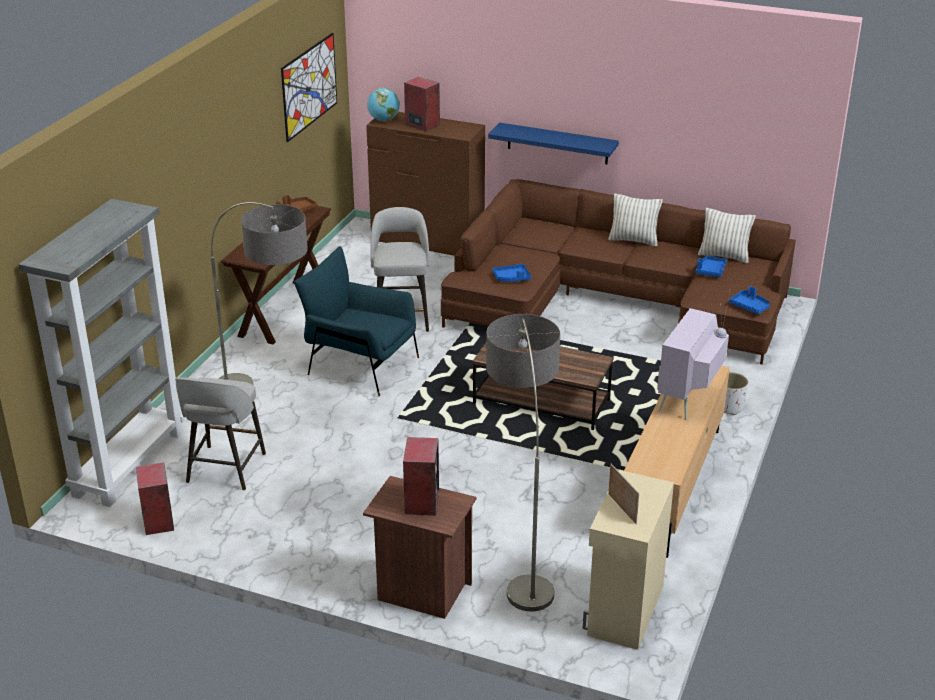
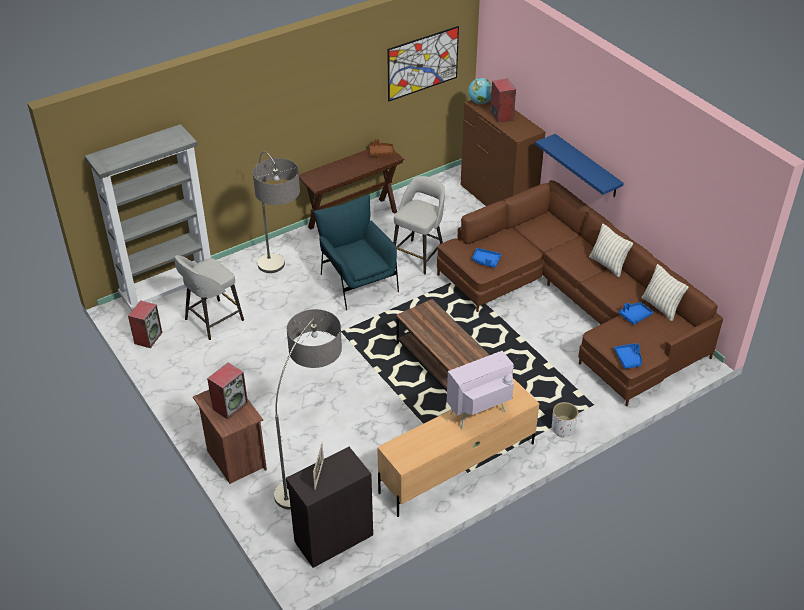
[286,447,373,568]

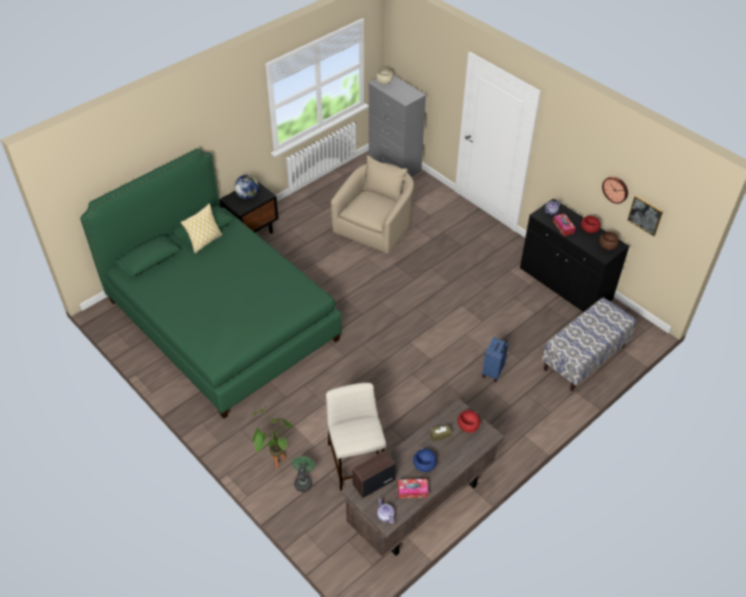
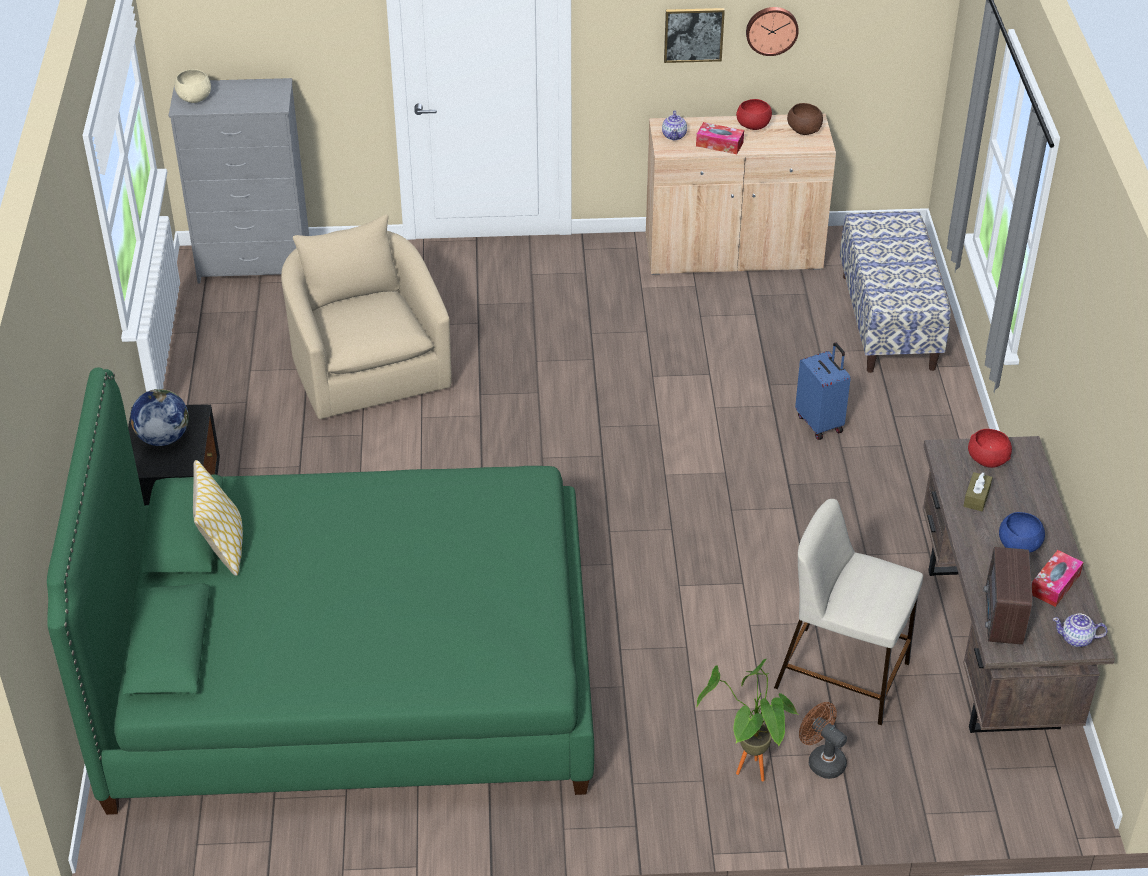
[664,8,725,63]
[799,702,847,779]
[646,113,836,275]

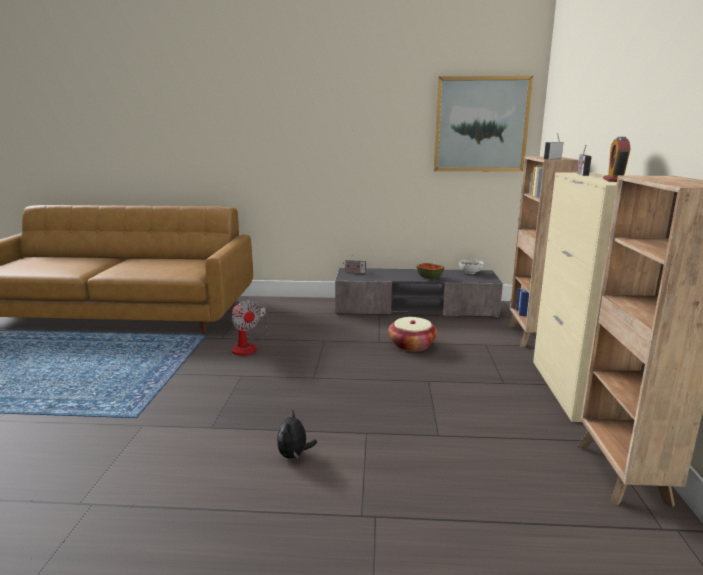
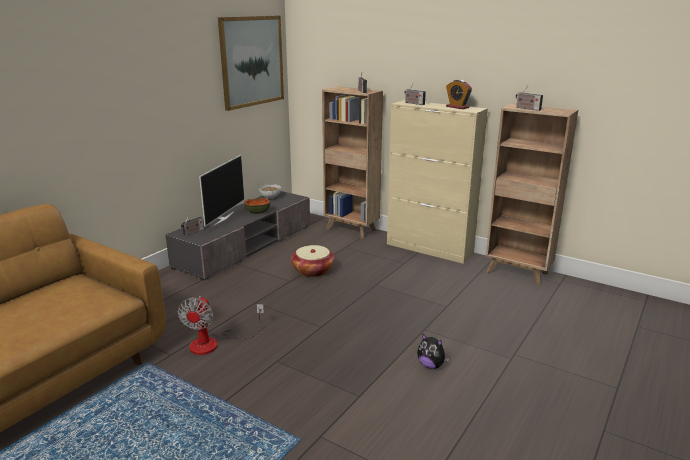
[199,155,245,227]
[516,85,543,111]
[178,296,264,355]

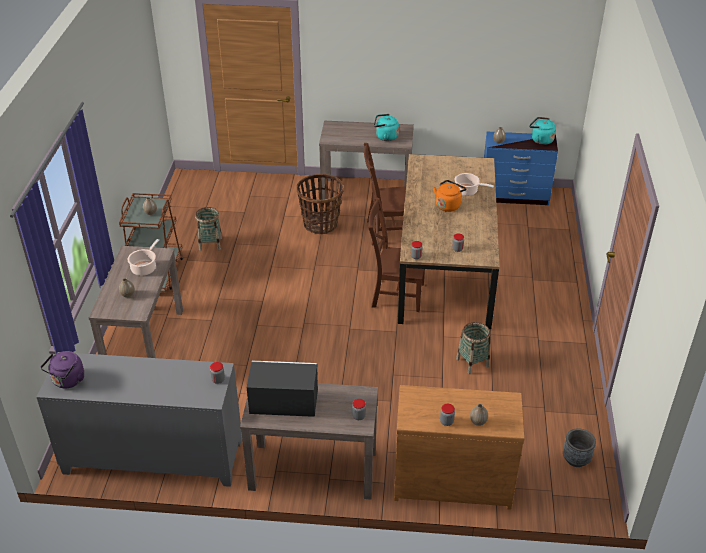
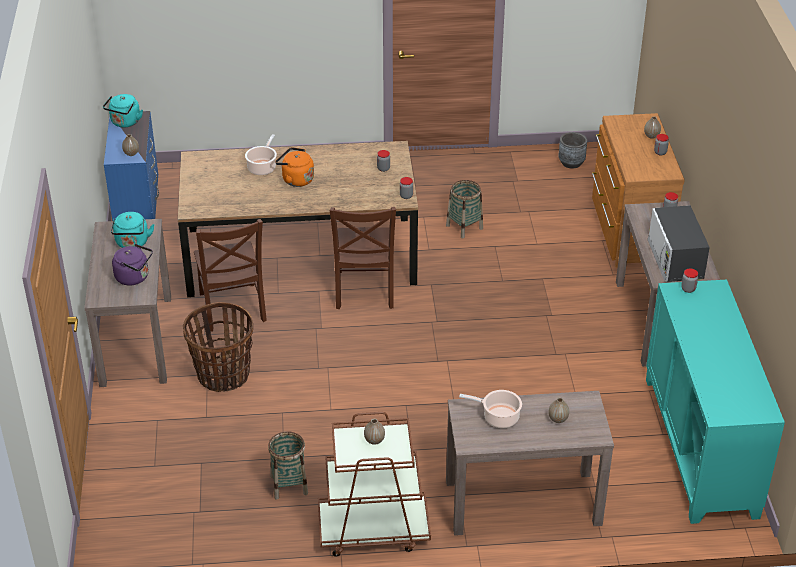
[112,244,153,286]
[646,280,785,524]

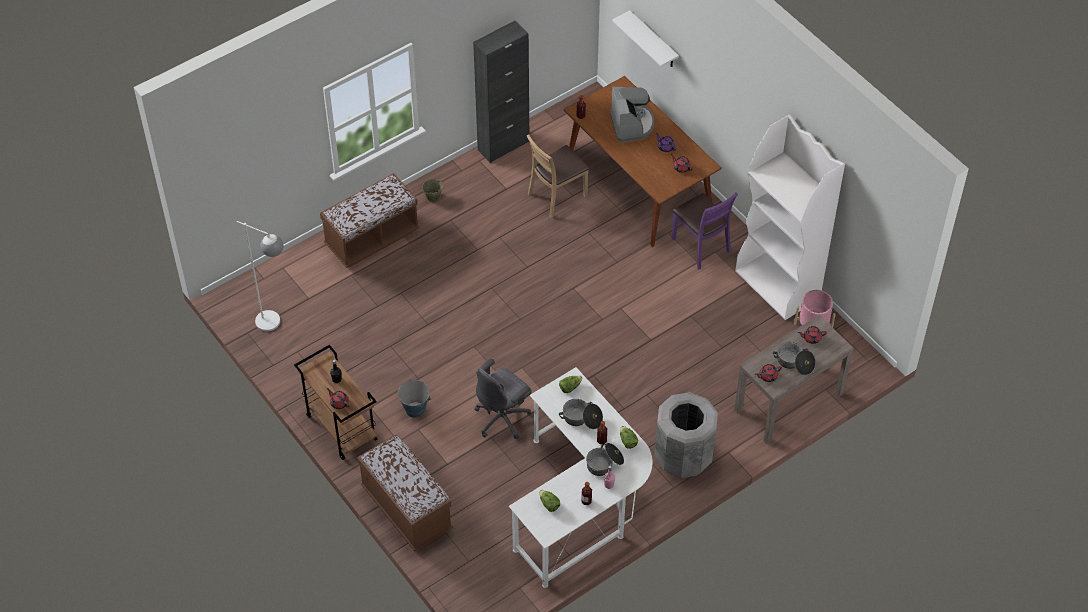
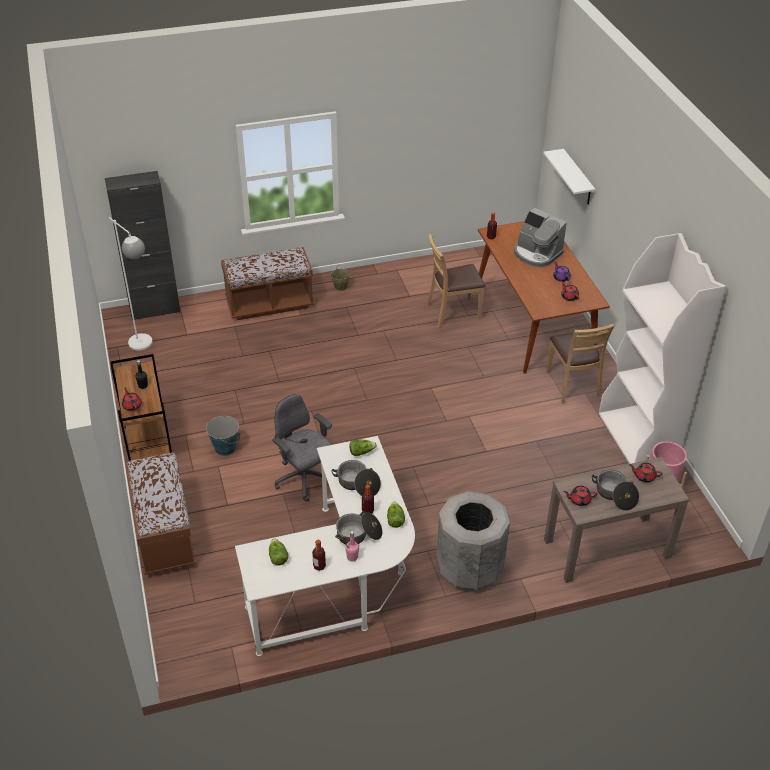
[105,171,180,321]
[546,324,615,404]
[272,394,332,502]
[514,208,567,267]

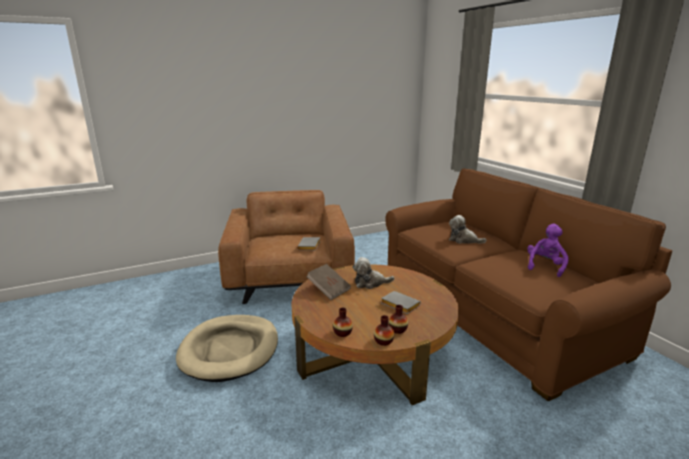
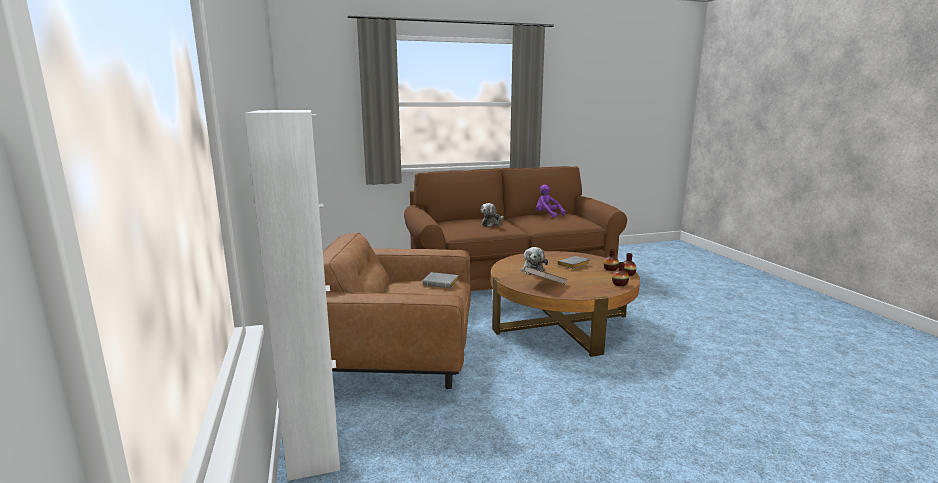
[176,315,278,382] (first image)
[245,110,340,481]

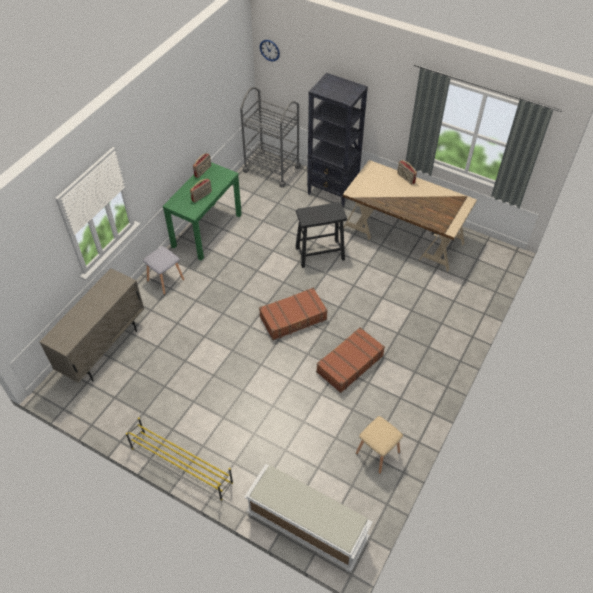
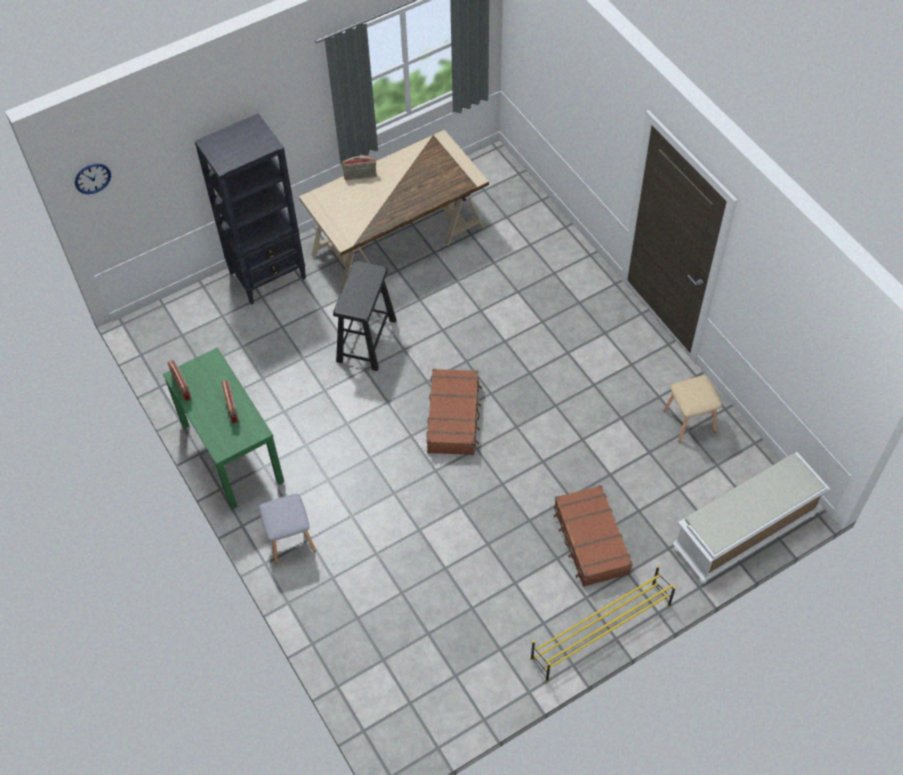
[40,268,144,383] (first image)
[240,87,301,188] (first image)
[553,485,633,587]

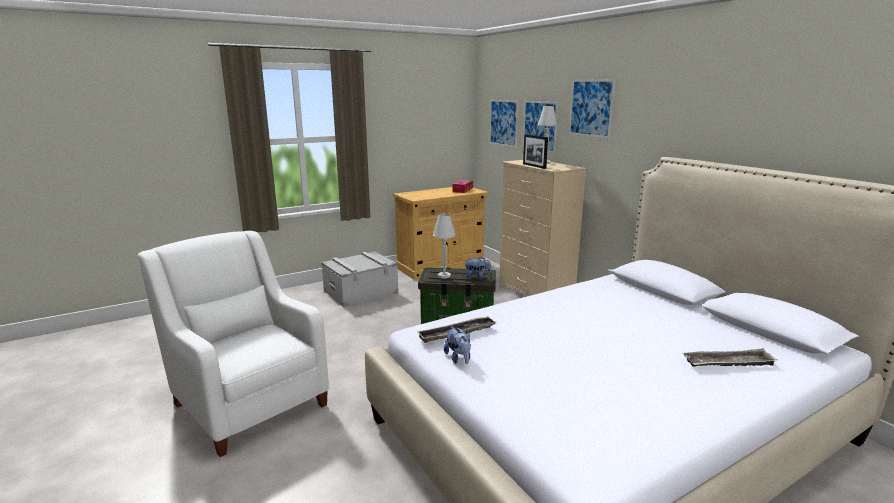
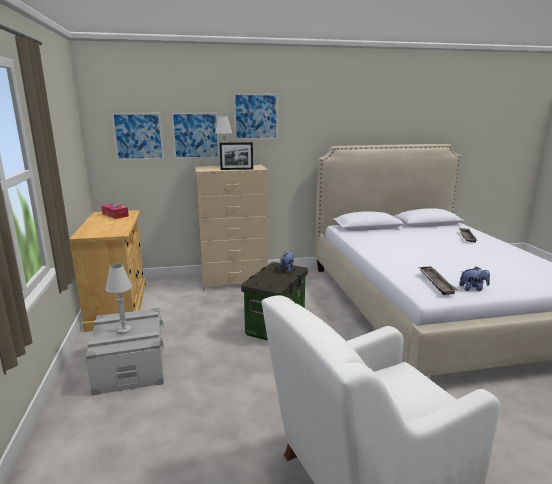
[106,264,132,334]

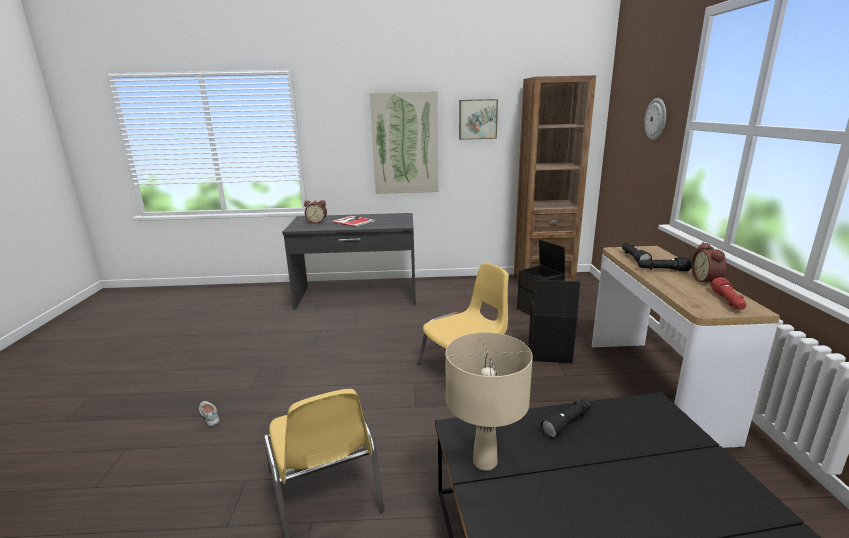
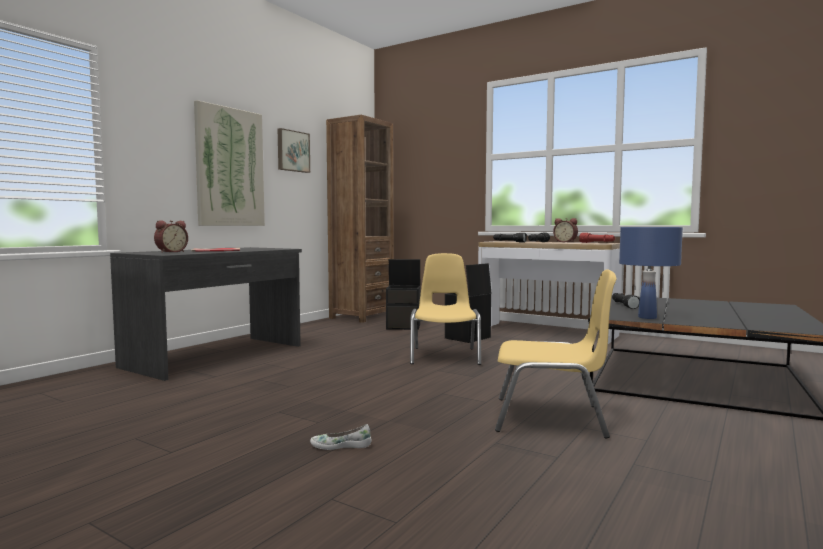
[644,98,666,140] (first image)
[619,227,683,319]

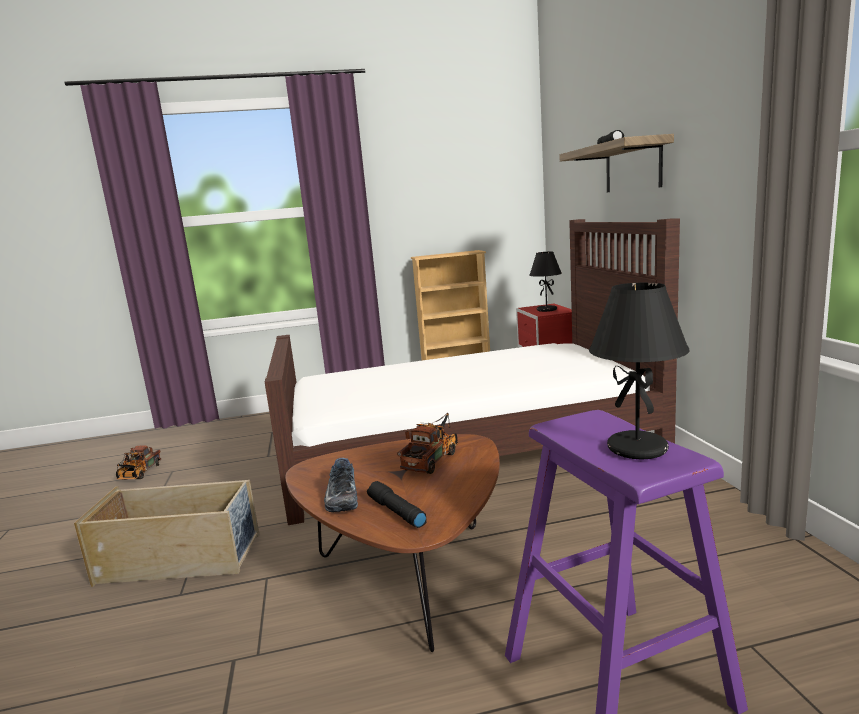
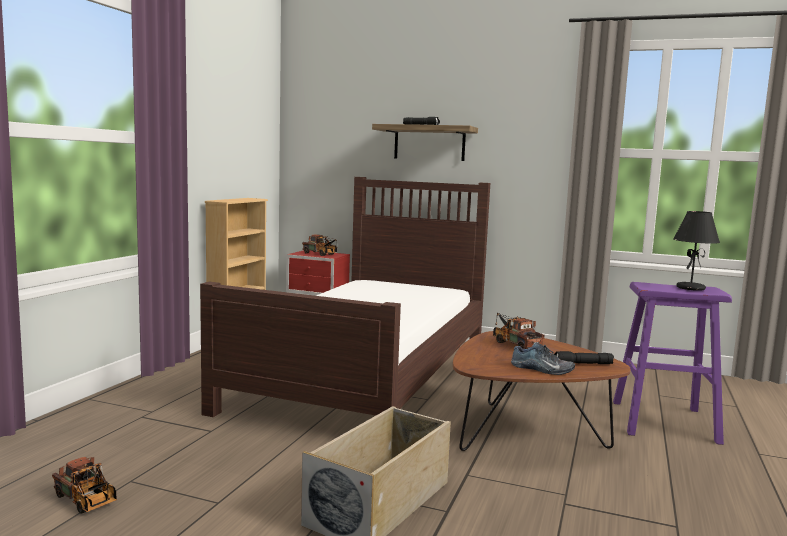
[302,234,337,256]

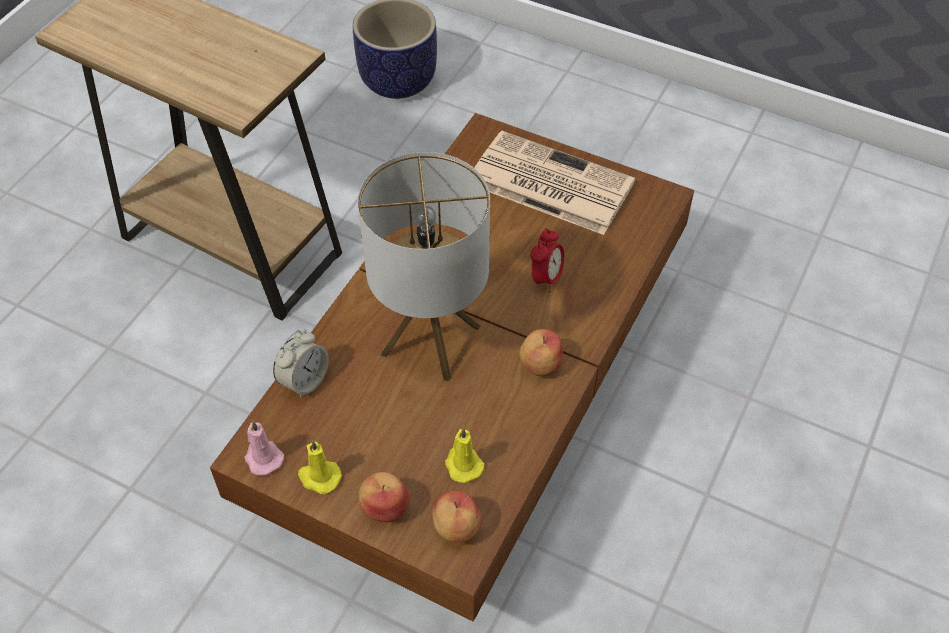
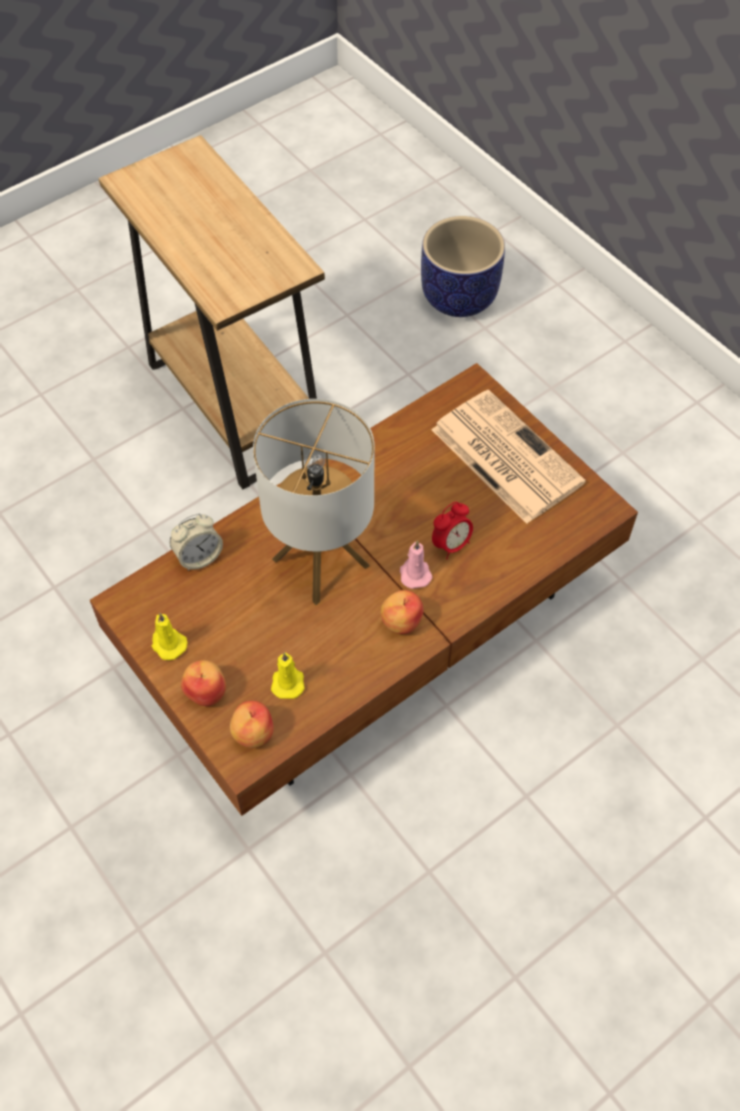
[400,540,432,589]

